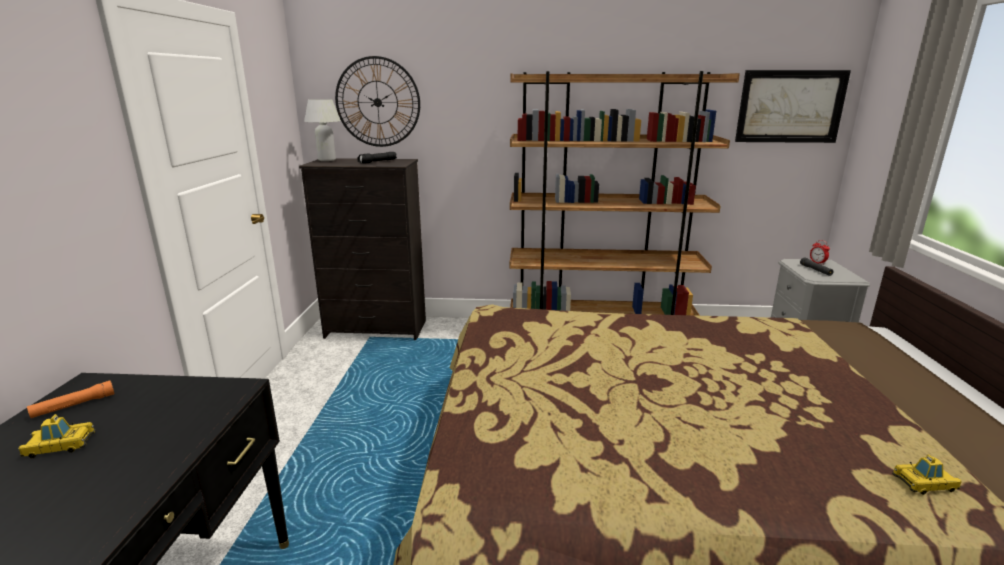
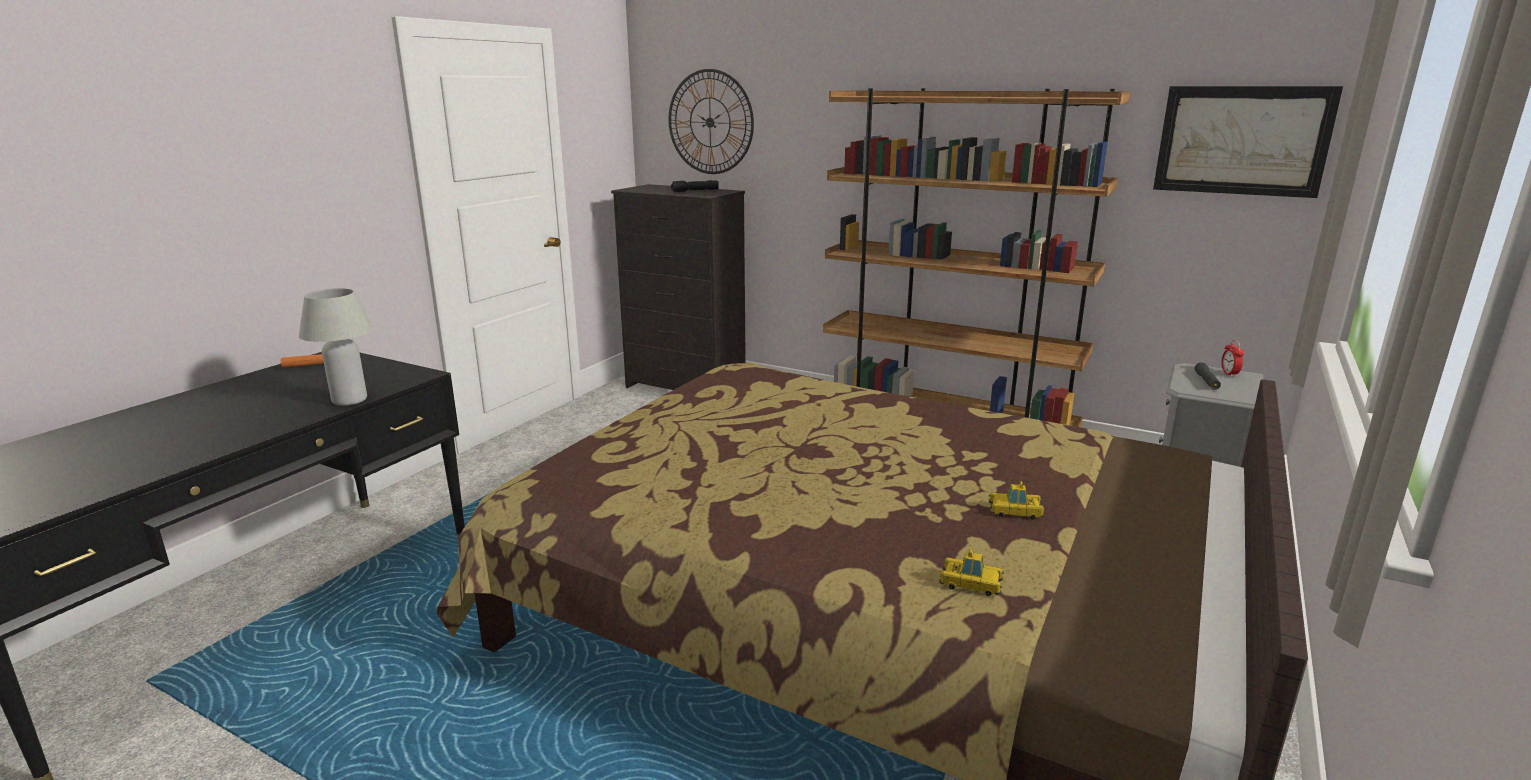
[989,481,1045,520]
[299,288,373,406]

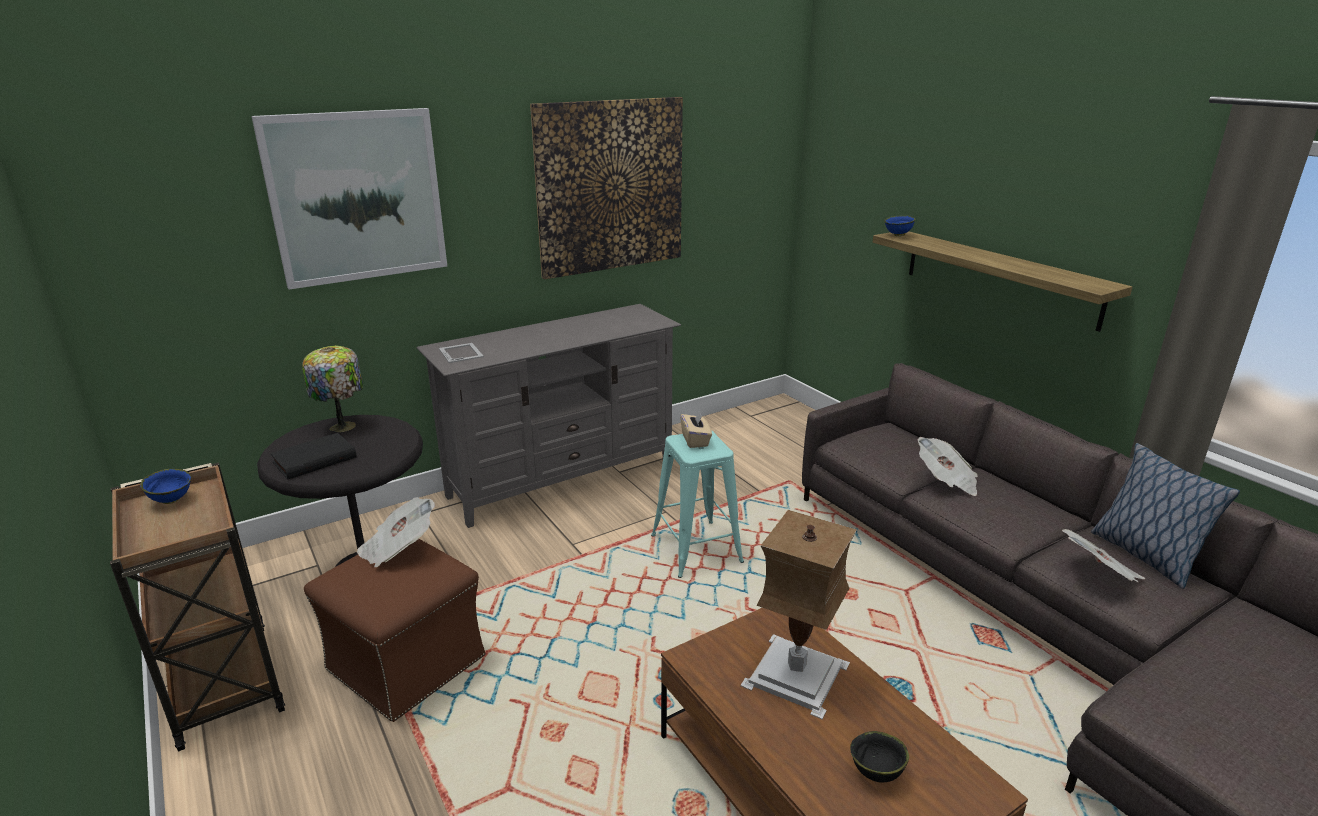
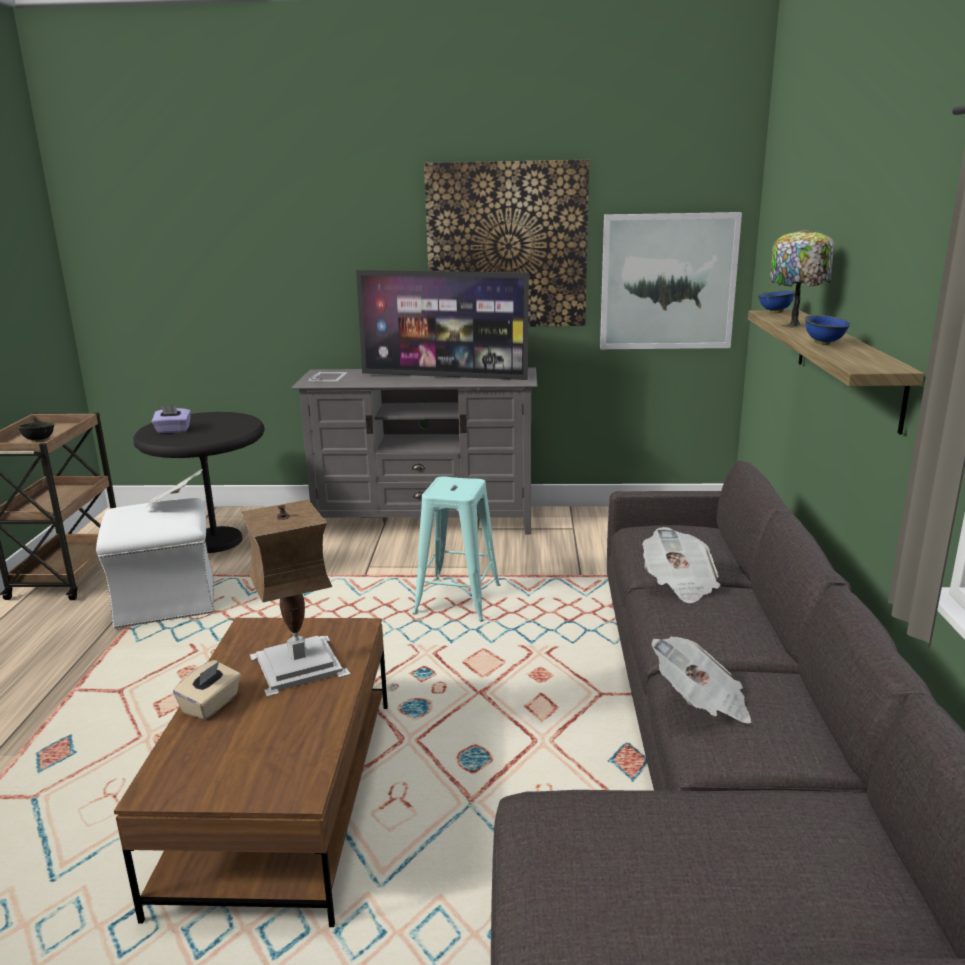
[1091,443,1240,589] (first image)
[356,270,529,380]
[805,315,851,345]
[600,212,742,349]
[770,229,834,328]
[173,660,241,720]
[18,422,55,443]
[152,406,191,433]
[96,498,214,629]

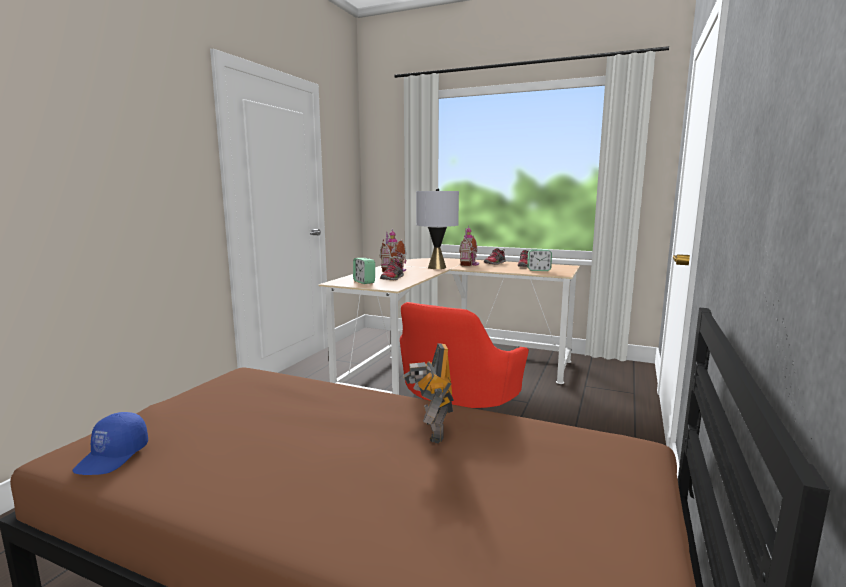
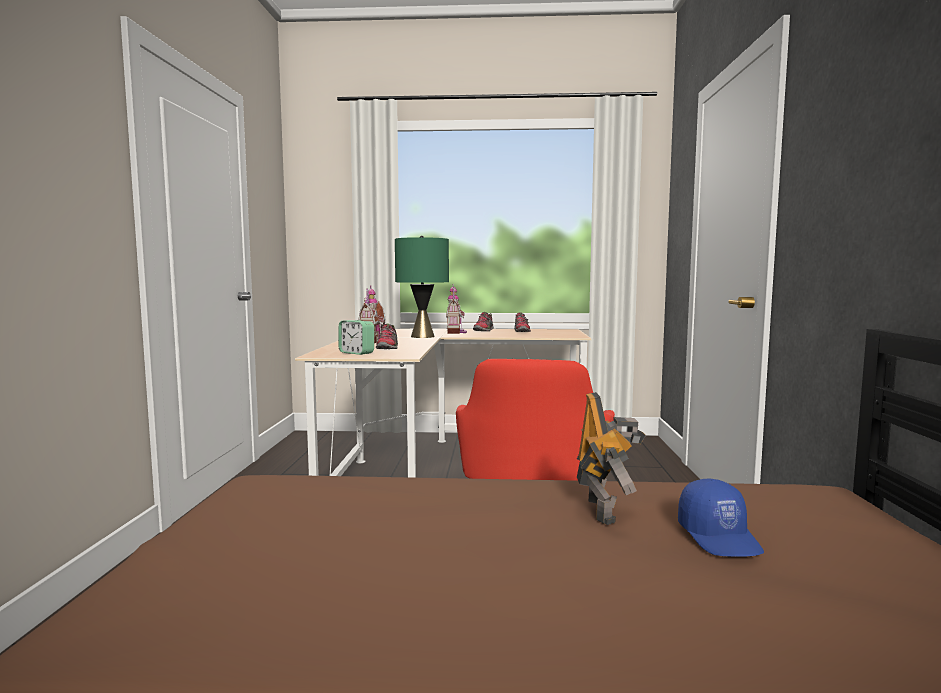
[527,249,552,271] (first image)
[678,479,764,557]
[395,236,449,338]
[577,392,646,525]

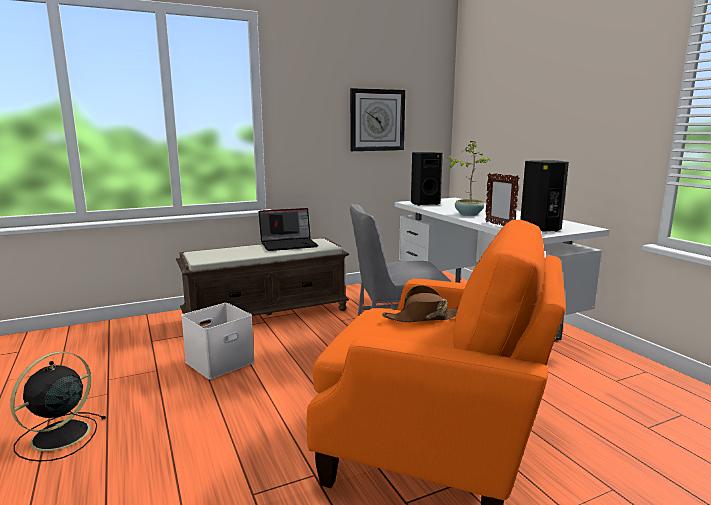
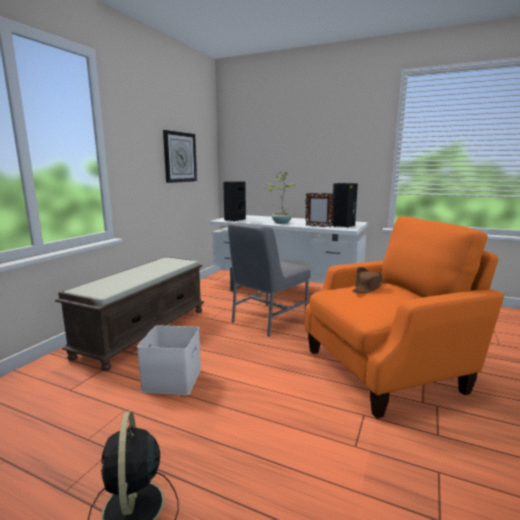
[258,208,318,251] (first image)

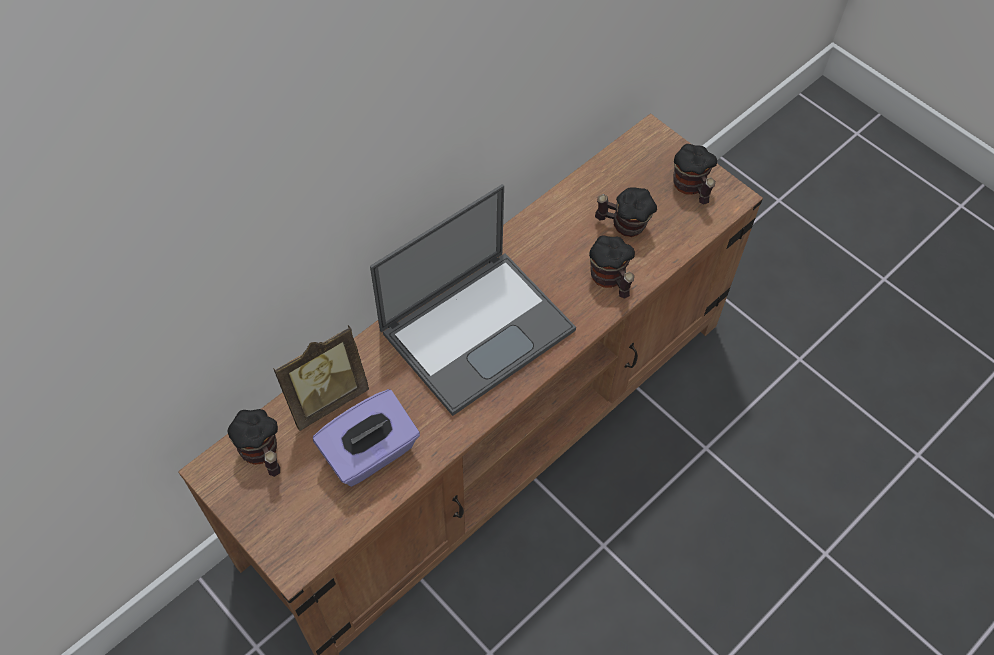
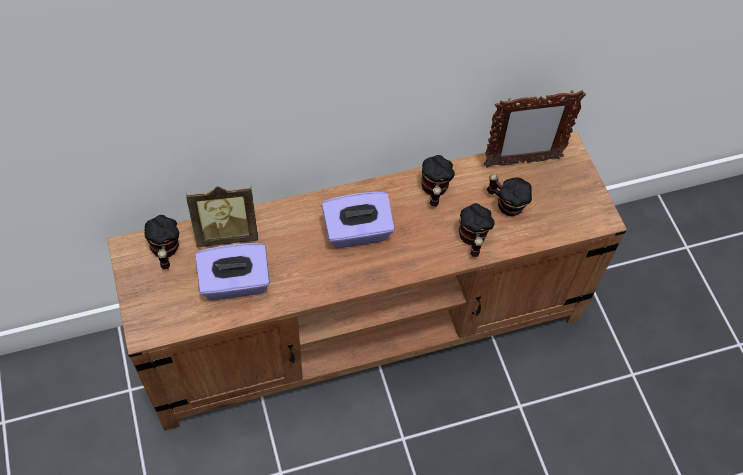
[484,90,586,168]
[421,155,455,206]
[322,192,395,248]

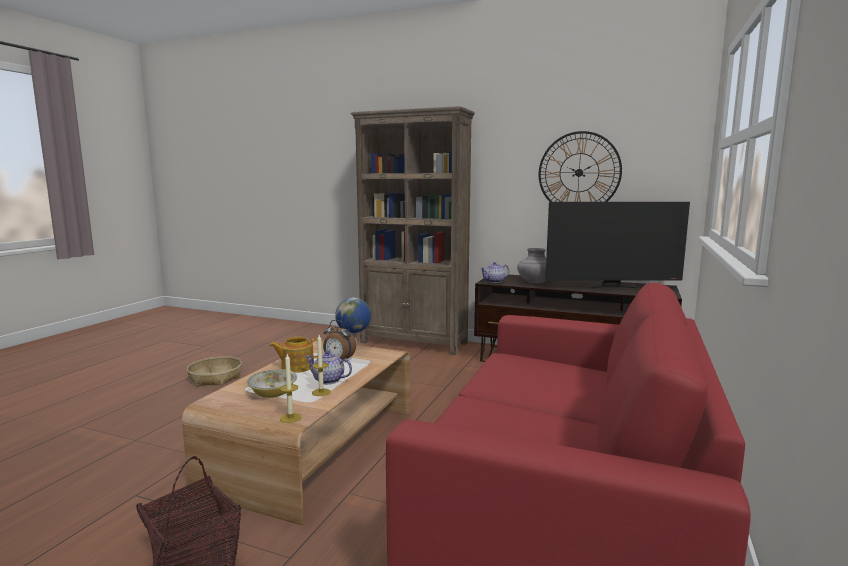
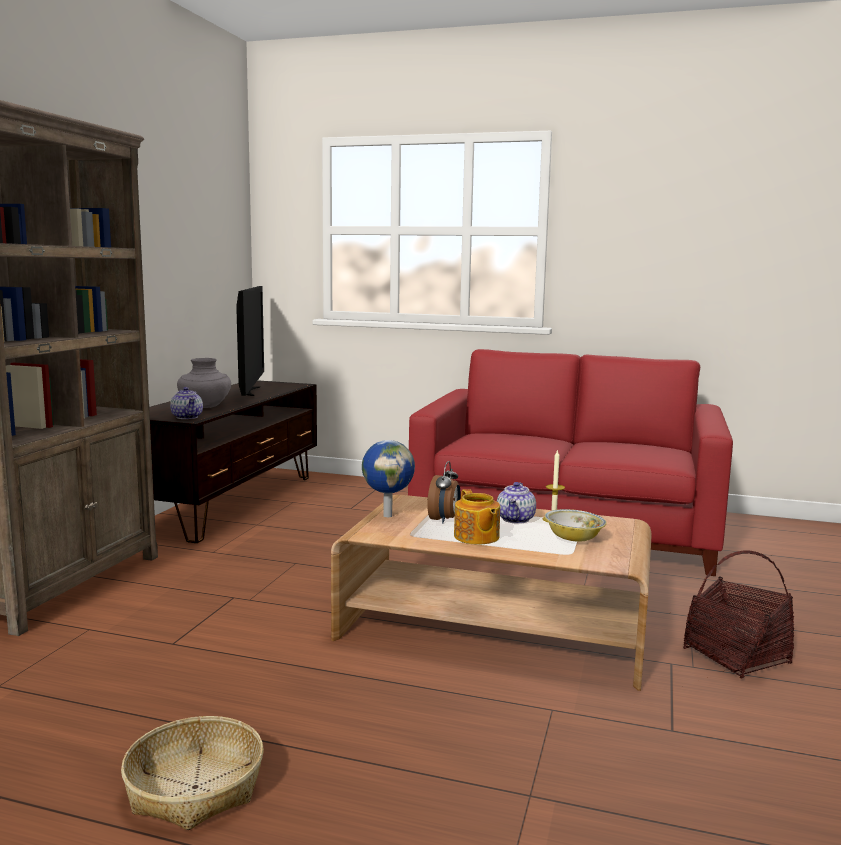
[280,354,301,423] (first image)
[539,131,622,202] (first image)

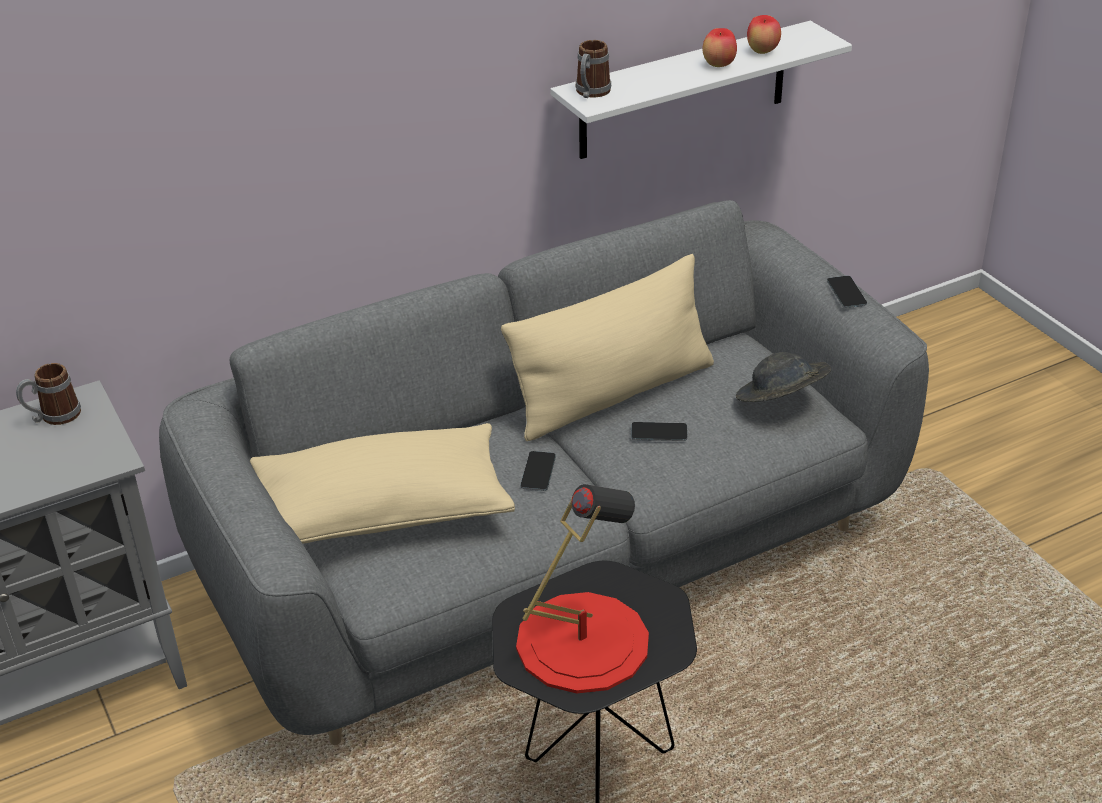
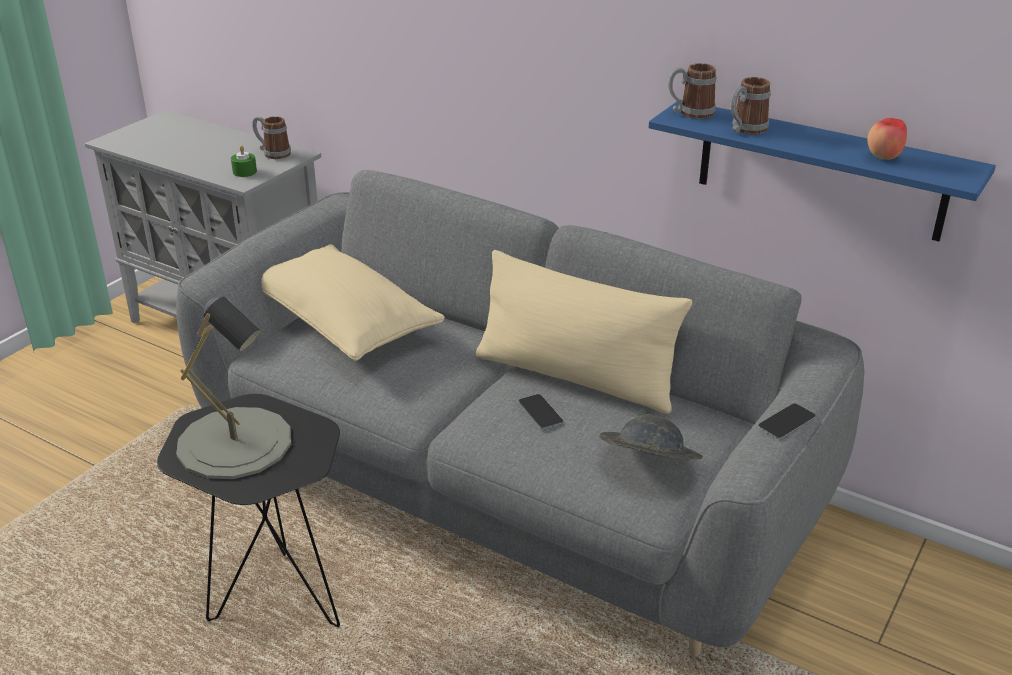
[520,451,556,491] (first image)
[703,28,737,67] (first image)
[231,145,257,177]
[731,77,771,134]
[176,297,291,479]
[649,100,996,241]

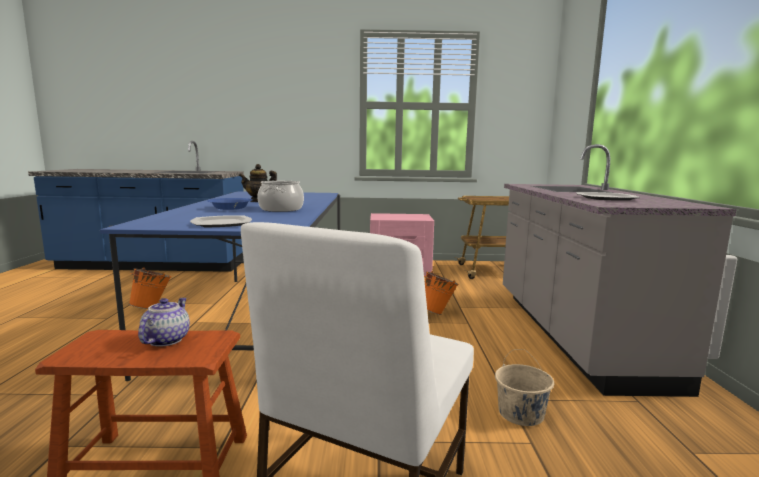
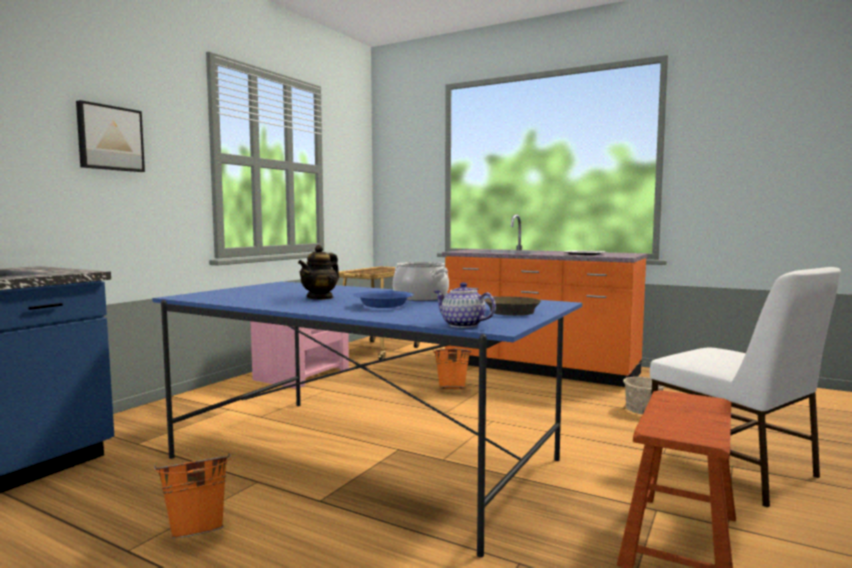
[76,100,145,172]
[434,282,496,328]
[484,297,541,316]
[442,214,648,387]

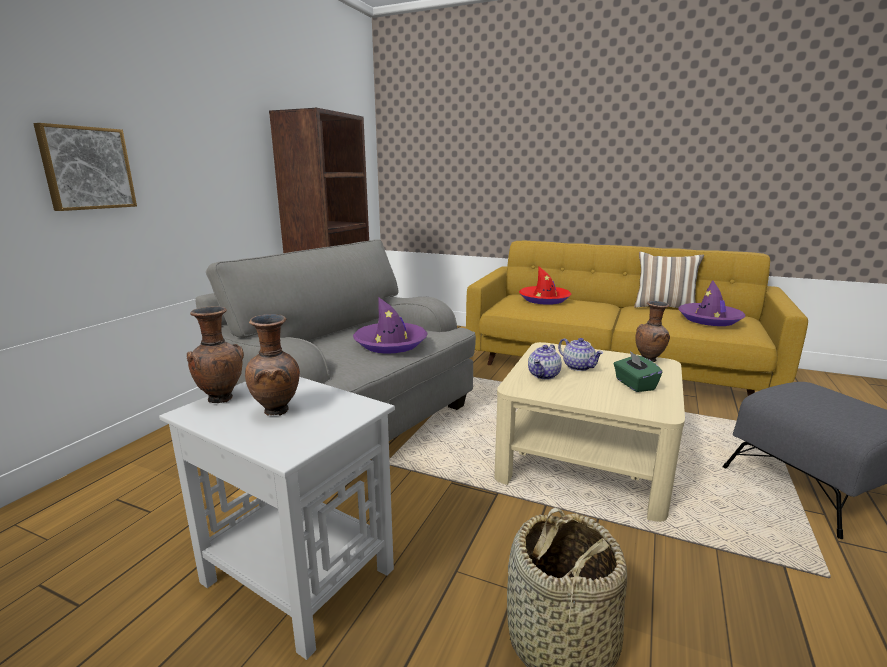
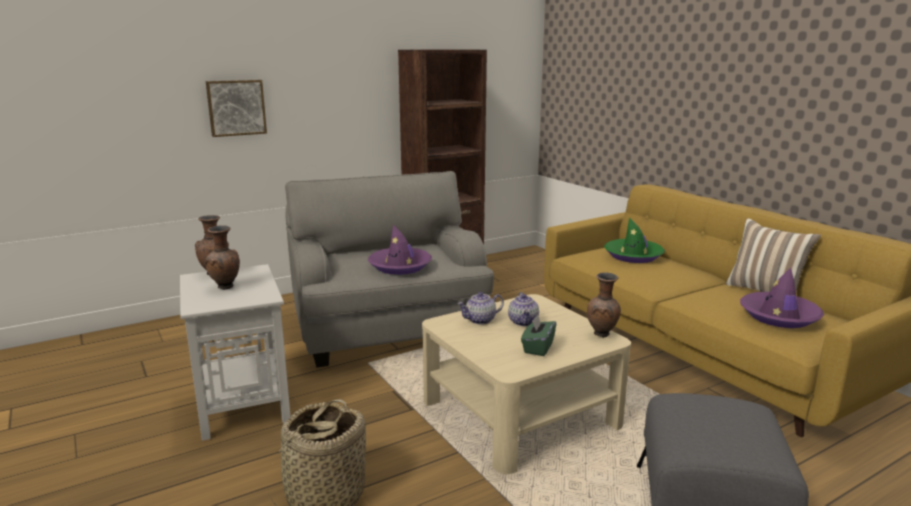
[604,218,665,263]

